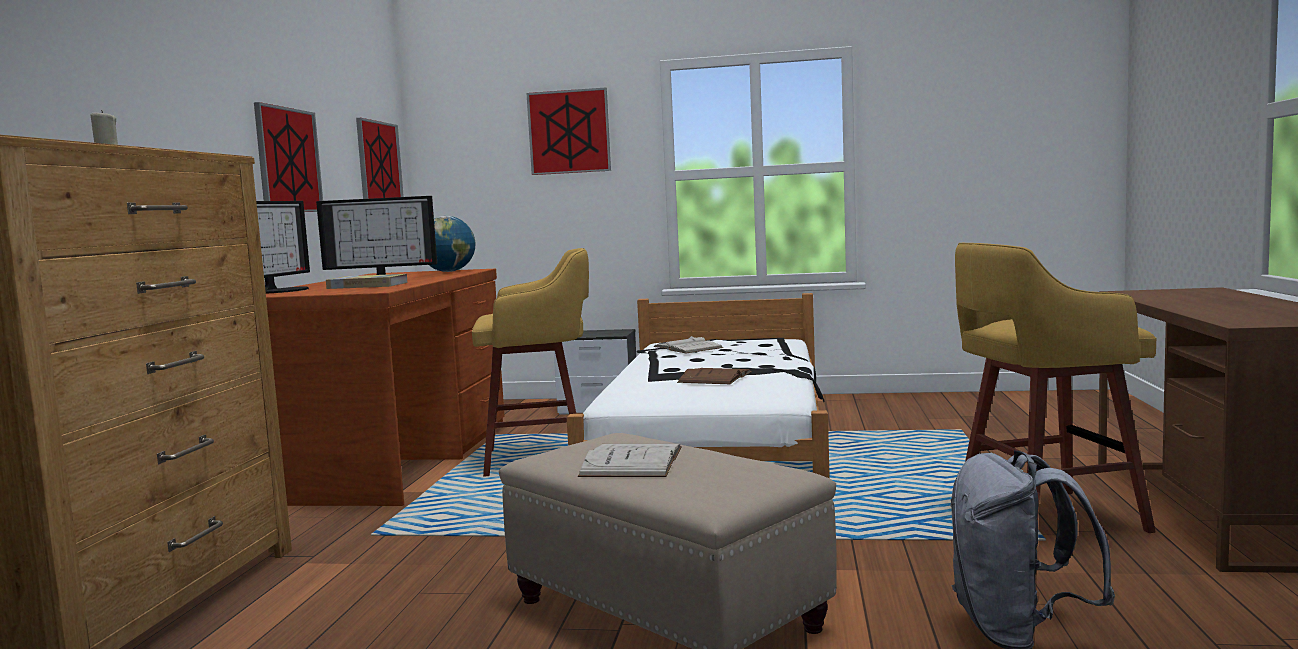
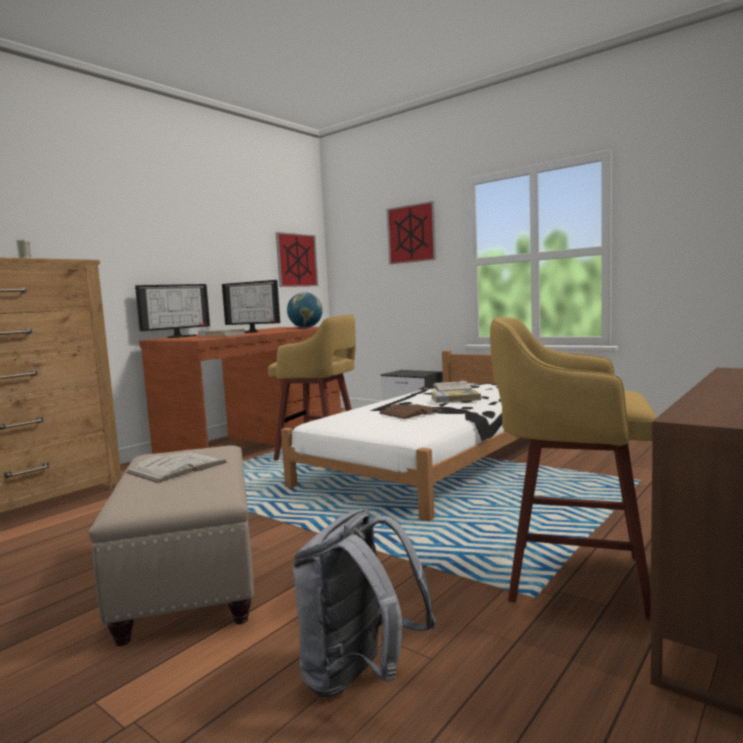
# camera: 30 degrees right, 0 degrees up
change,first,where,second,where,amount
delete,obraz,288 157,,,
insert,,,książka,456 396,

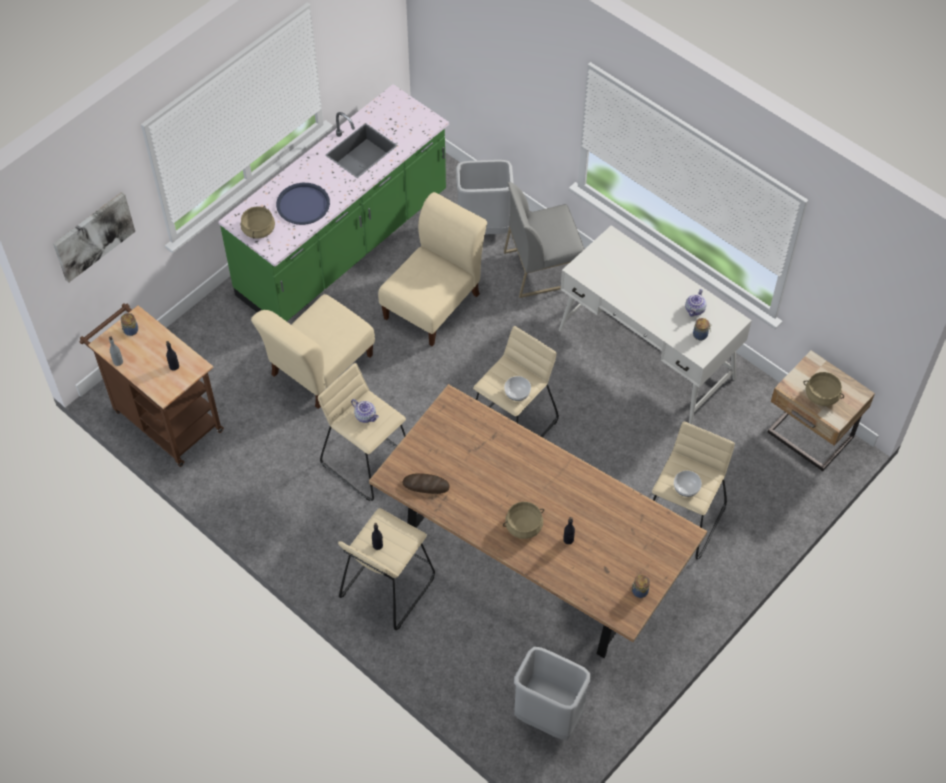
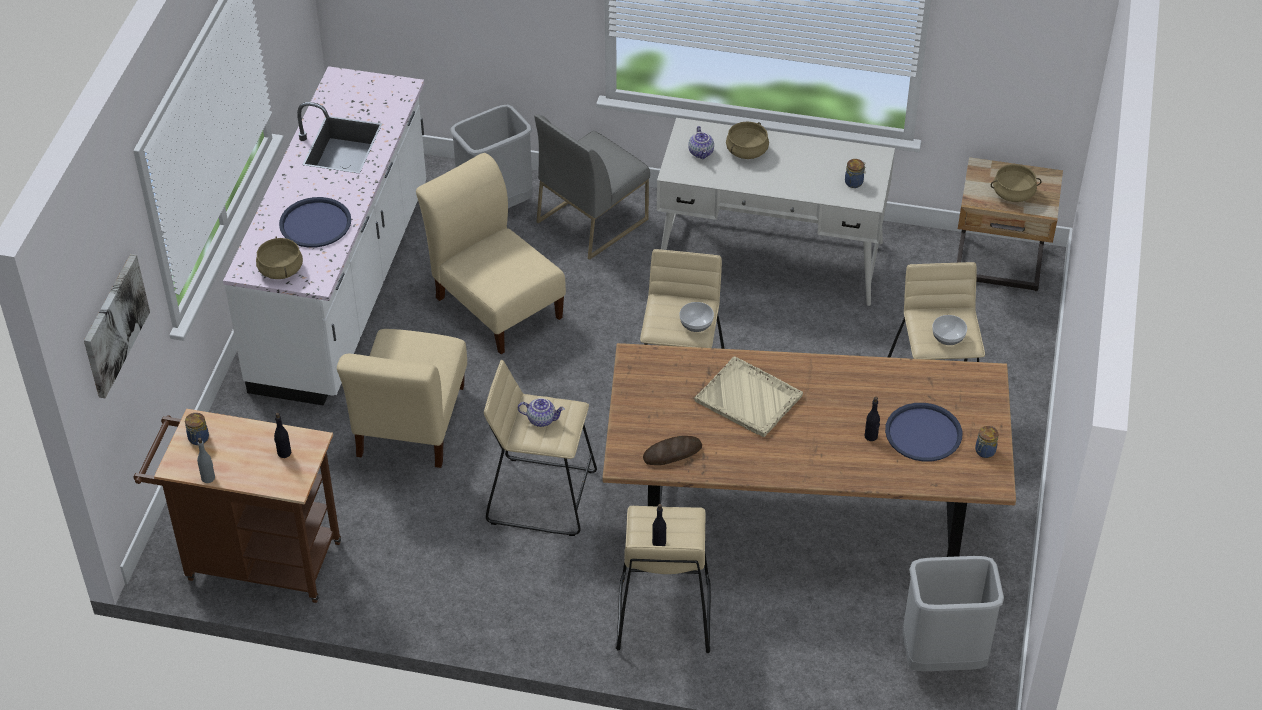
# camera: 30 degrees left, 10 degrees down
change,first,where,second,where,amount
insert,,,taca (beżowy),748 396,
insert,,,taca (niebieski),923 432,
move,garnek (beżowy),523 520,,747 140,
move,imbryk,695 303,,701 142,
recolor,zabudowa kuchenna (zielony),333 202,zabudowa kuchenna (biały),324 236,
rotate,krzesło (beżowy),432 269,,491 253,45 degrees counterclockwise

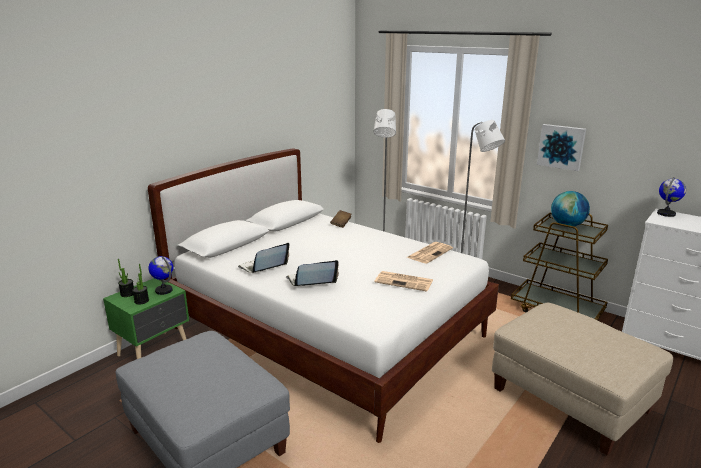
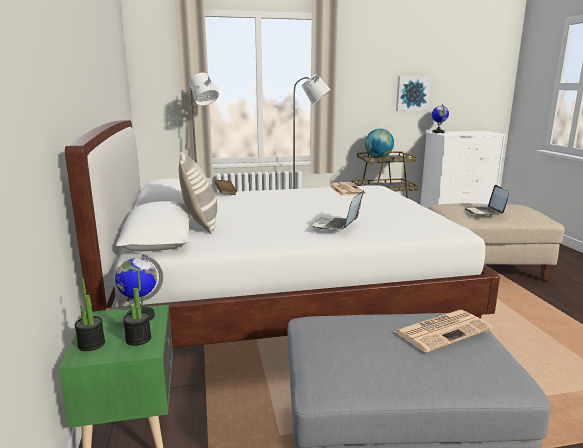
# camera: 50 degrees left, 5 degrees down
change,first,where,second,where,amount
insert,,,poduszka,197 193,
move,laptop,263 258,,486 200,
move,gazeta,404 281,,442 331,
move,obraz,561 147,,413 93,

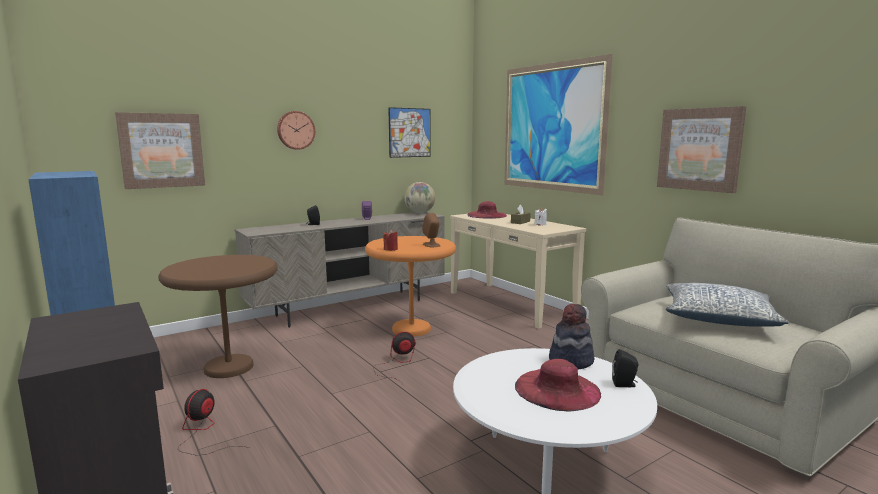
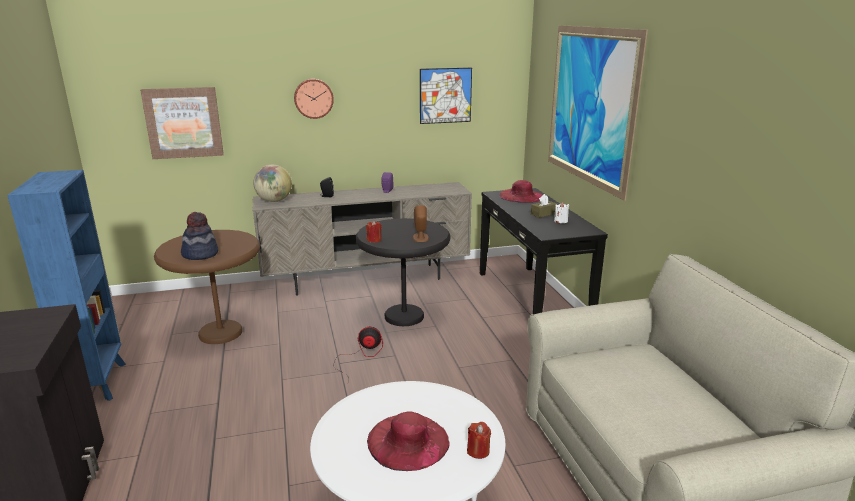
# camera: 20 degrees right, 10 degrees up
change,first,where,second,where,amount
delete,wentylator,213 422,,,
delete,obraz,701 149,,,
delete,poduszka,727 305,,,
move,globus,419 197,,272 183,
move,kapelusz,571 336,,199 236,
replace,głośnik (czarny),625 368,świeca (czerwony),479 440,
recolor,stolik (pomarańczowy),410 286,stolik (czarny),403 272,
recolor,stolik konsolowy (beżowy),518 271,stolik konsolowy (czarny),544 251,

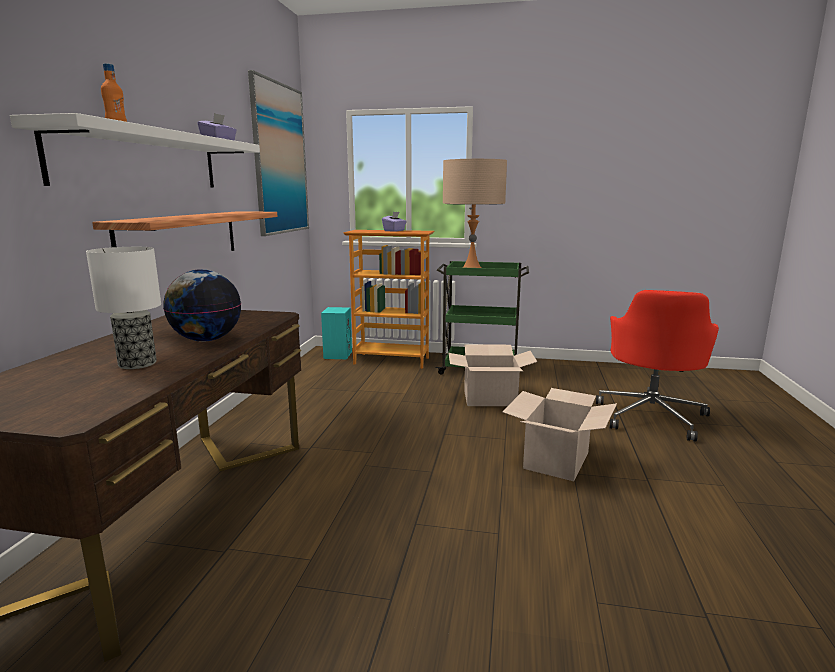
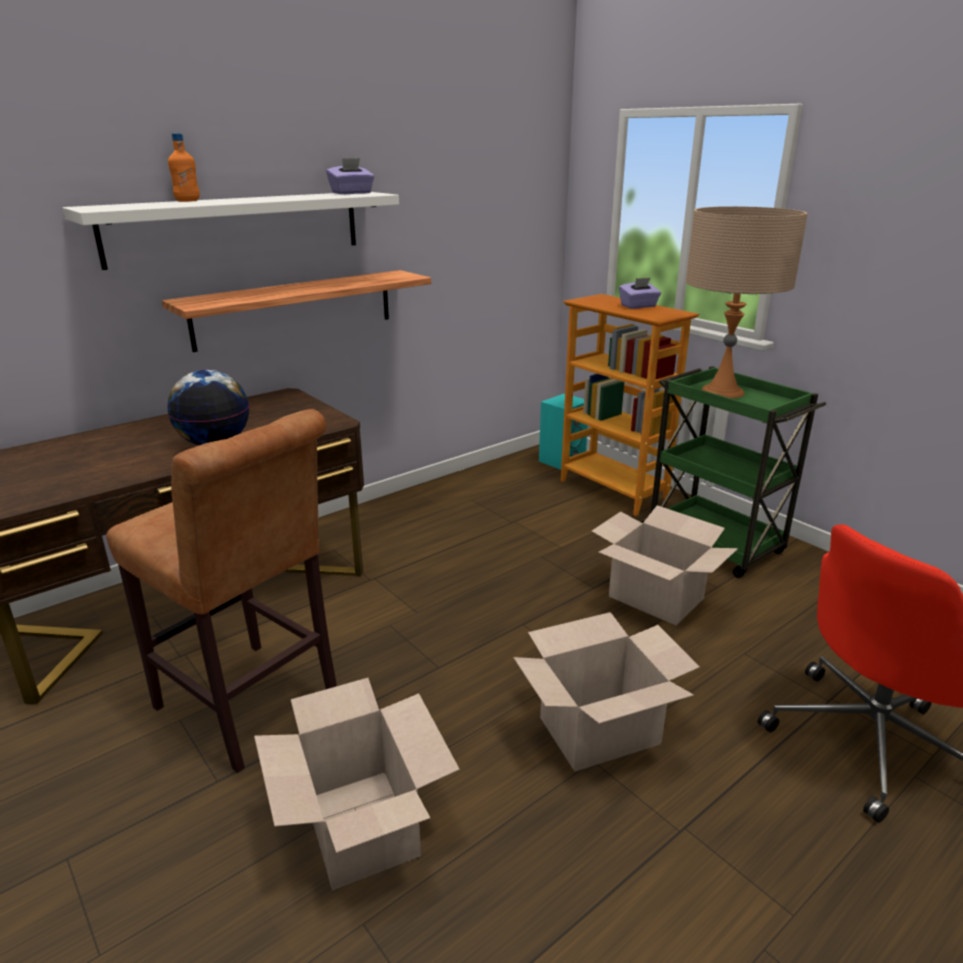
# camera: 40 degrees right, 10 degrees up
change,first,where,second,where,amount
delete,lampa stołowa,123 308,,,
delete,obraz,278 153,,,
insert,,,stołek (brązowy),221 591,
insert,,,karton,357 784,

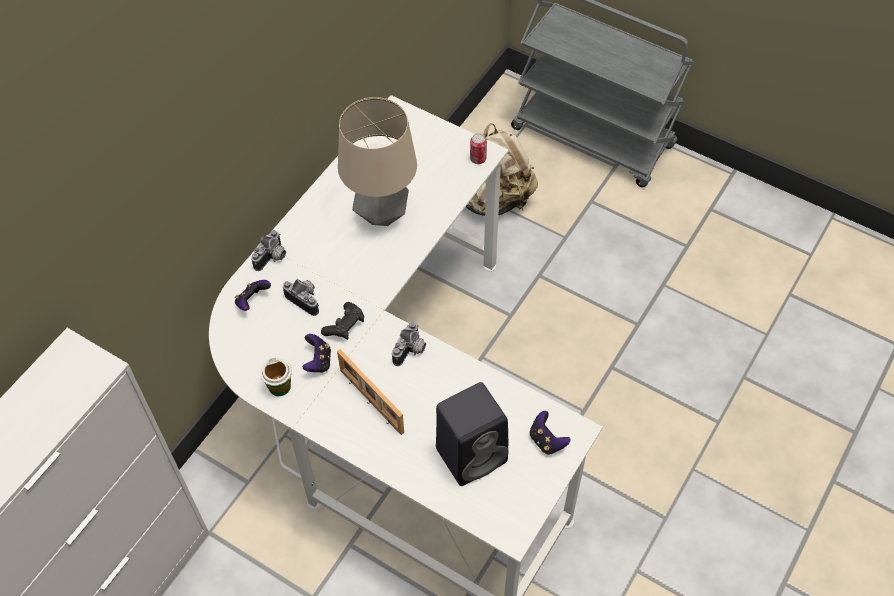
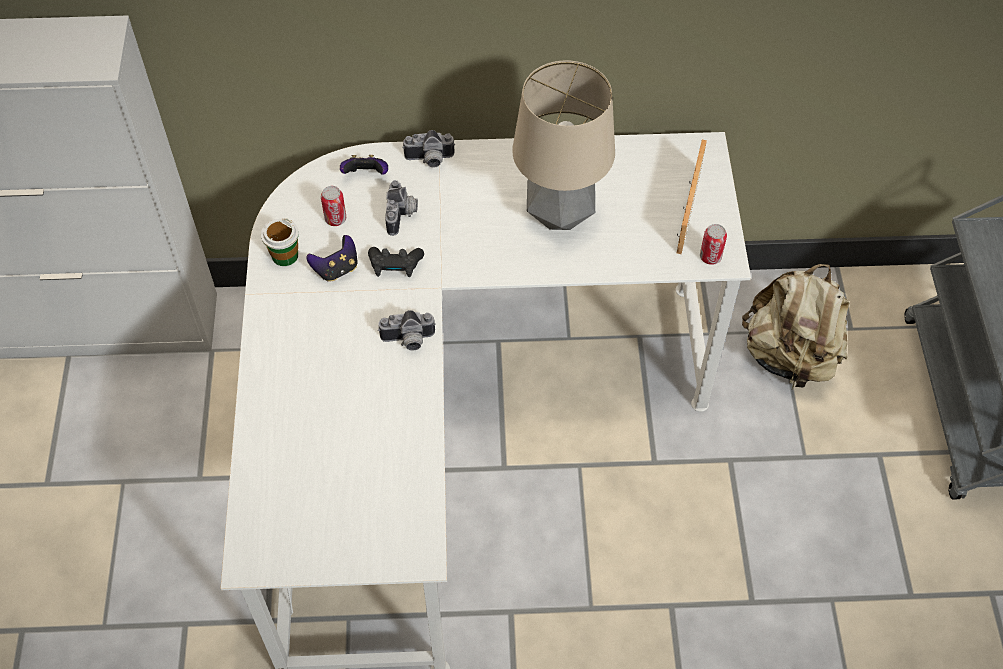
# camera: 55 degrees right, 0 degrees up
change,first,where,second,where,amount
delete,głośnik (czarny),472 434,,,
delete,pad do gier,550 433,,,
insert,,,puszka,333 206,
move,ramka na zdjęcie,370 392,,692 197,

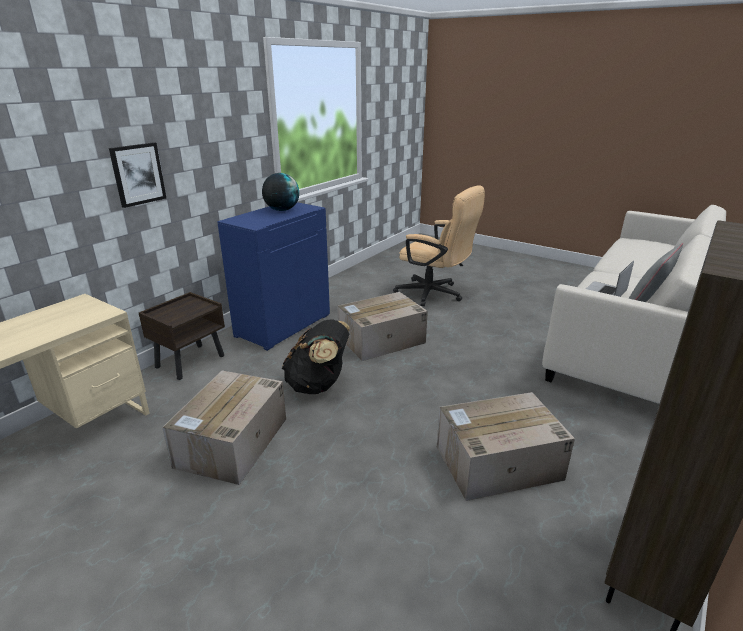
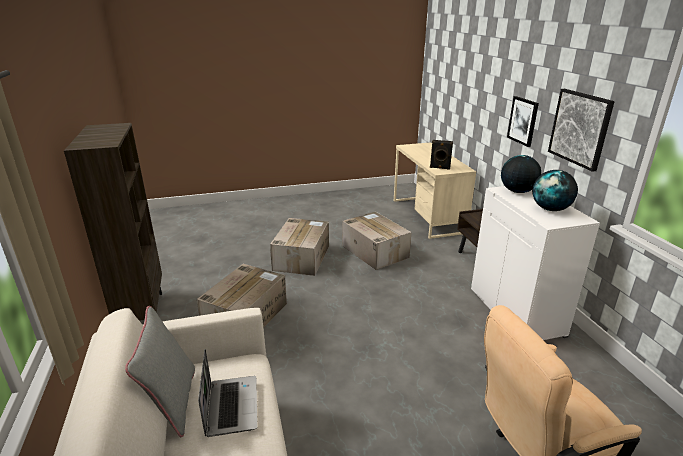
# camera: 130 degrees right, 0 degrees up
change,first,where,second,where,amount
delete,plecak (czarny),316 356,,,
insert,,,głośnik (czarny),441 155,
insert,,,globus,521 174,
insert,,,obraz,581 130,
move,karton,382 326,,299 247,
recolor,szafka (niebieski),273 276,szafka (biały),535 263,

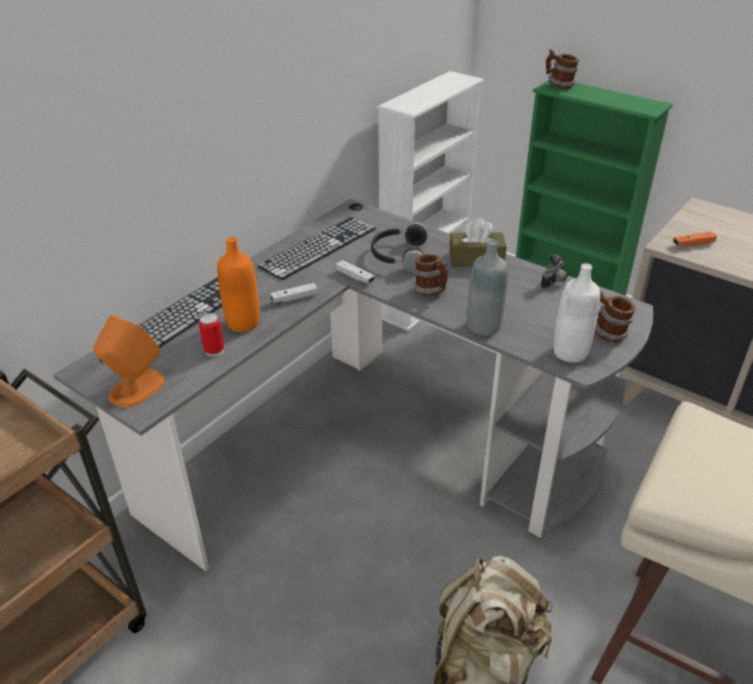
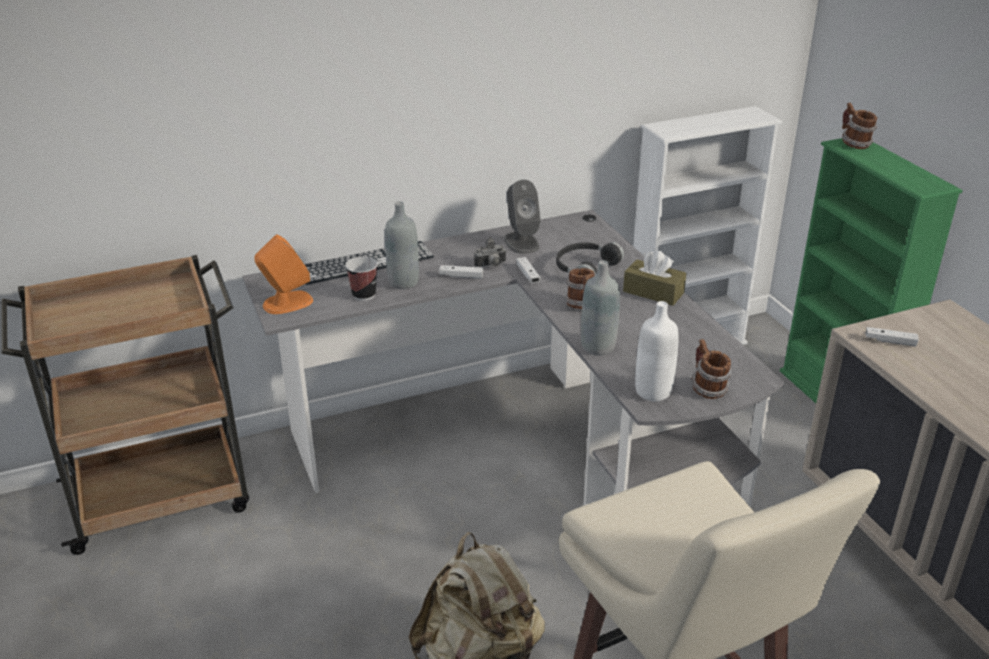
# camera: 30 degrees right, 5 degrees down
change,first,where,second,where,amount
move,aparat fotograficzny,554 271,,490 252,
replace,puszka,211 335,filiżanka,361 278,
replace,klawiatura,316 248,głośnik (szary),522 216,
recolor,butelka (pomarańczowy),238 284,butelka (szary),402 245,
recolor,pad do gier (pomarańczowy),695 239,pad do gier (biały),892 336,

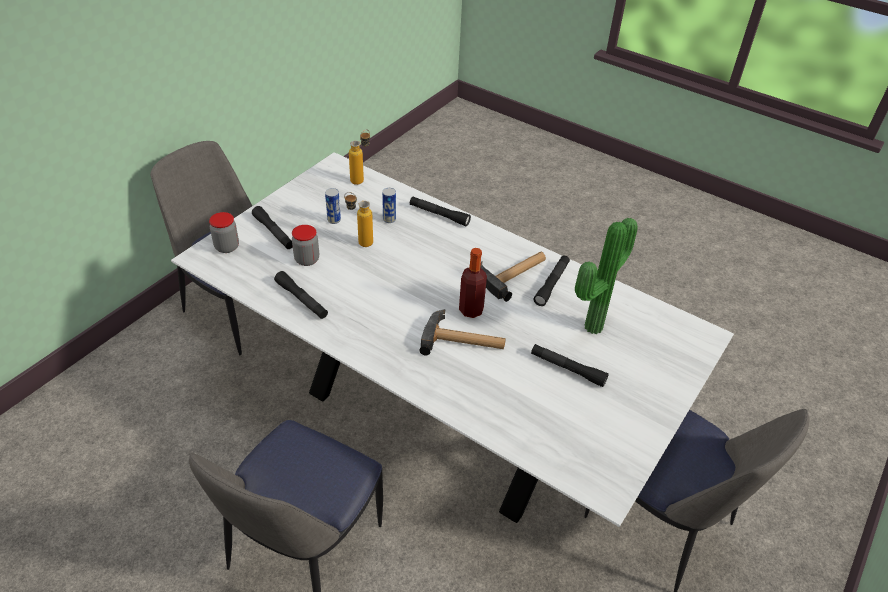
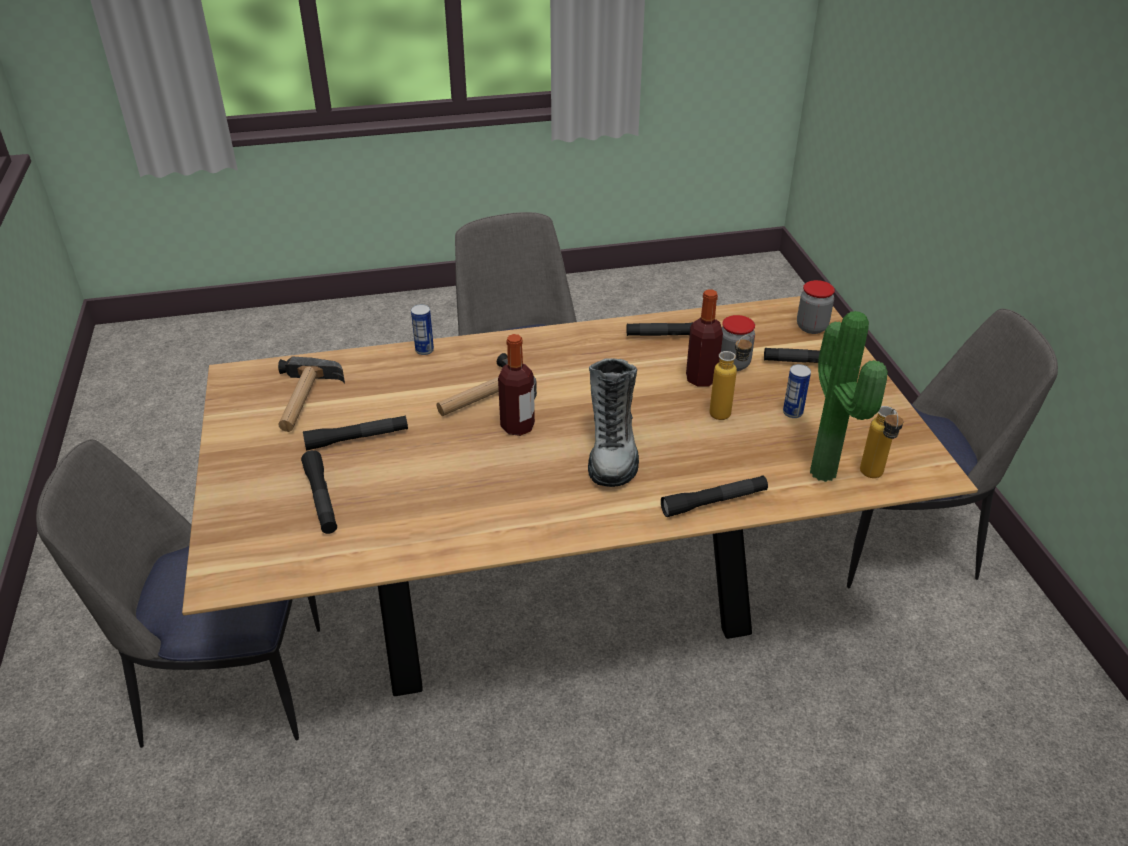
# camera: 135 degrees right, 5 degrees down
change,first,where,second,where,amount
insert,,,but z cholewką,613 422,
insert,,,butelka,704 338,
move,puszka,389 205,,422 329,
move,młotek,513 277,,311 394,
move,latarka (czarny),551 281,,319 492,
move,roślina doniczkowa,606 276,,849 396,
recolor,stół jadalny (biały),452 339,stół jadalny (brązowy),580 496,

